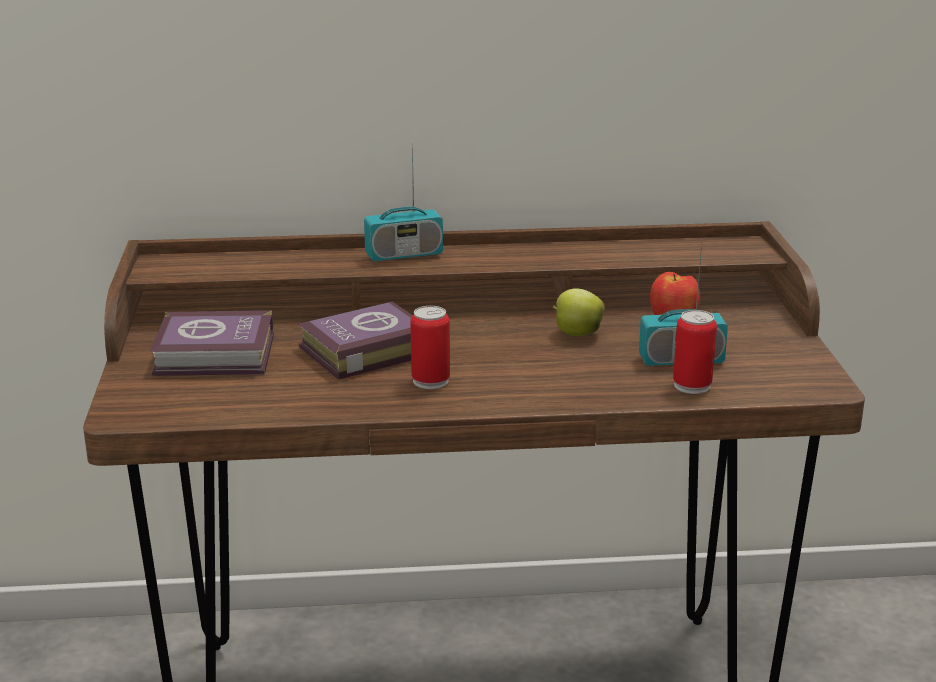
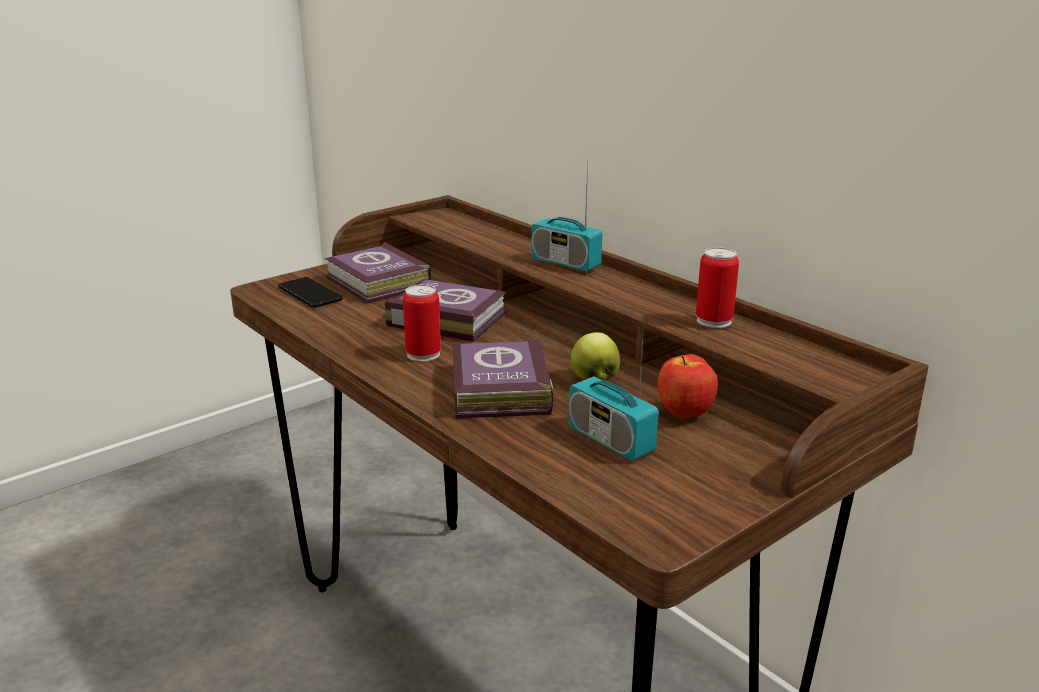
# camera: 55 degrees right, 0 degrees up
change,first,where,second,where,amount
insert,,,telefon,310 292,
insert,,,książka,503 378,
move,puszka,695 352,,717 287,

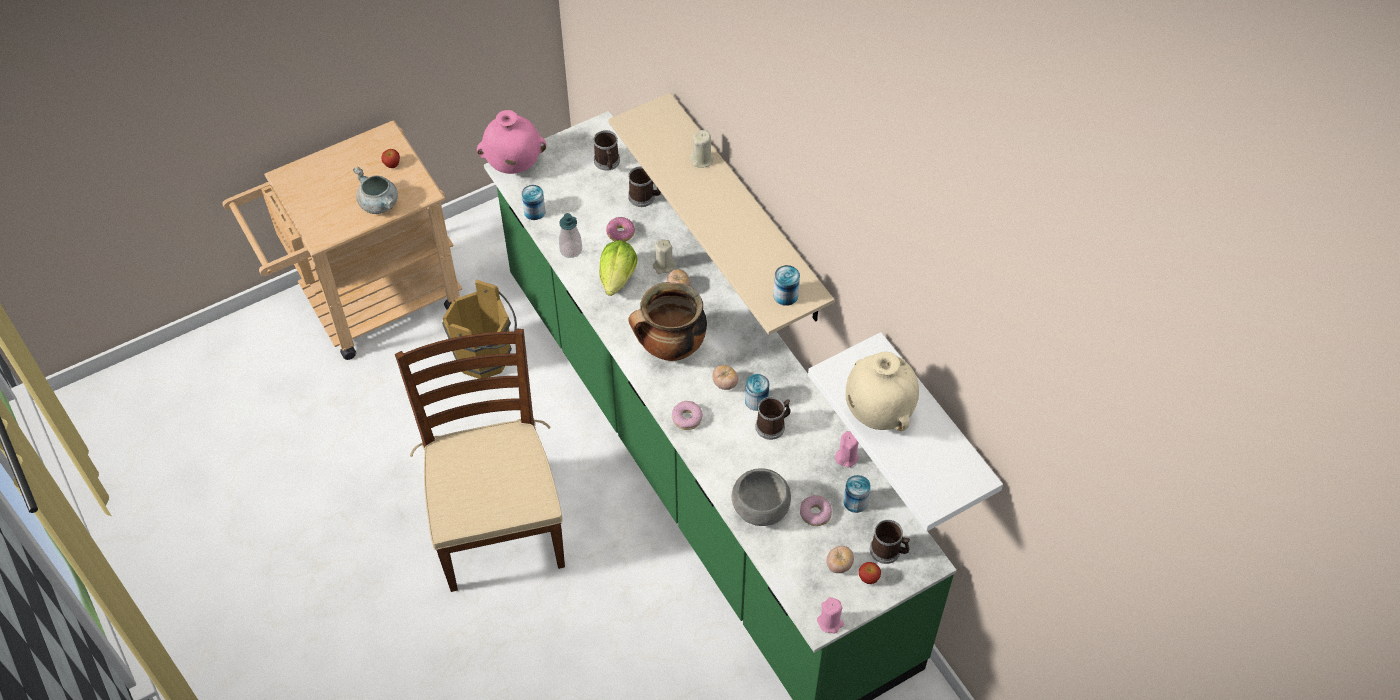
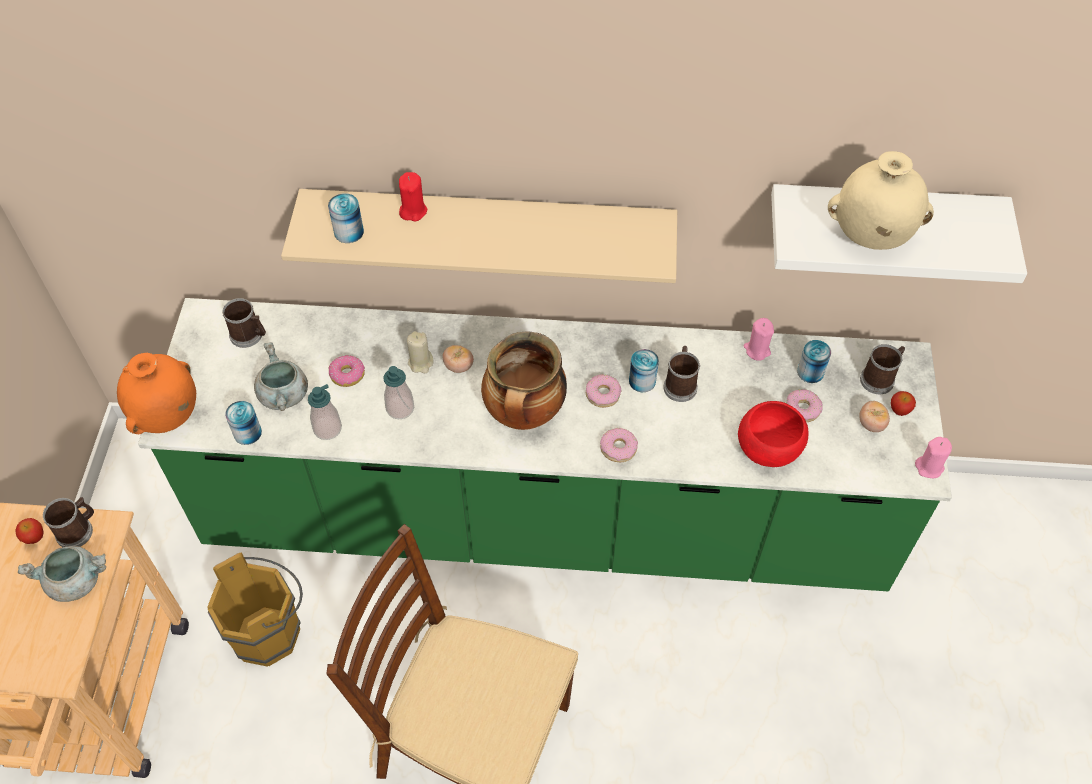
# camera: 55 degrees left, 0 degrees up
change,first,where,second,where,amount
insert,,,garnek (szary),281 376,
move,kubek,644 186,,68 522,
move,puszka,786 285,,346 218,
replace,sałata,618 268,dozownik mydła,398 392,
replace,pomidor,725 377,donut,604 391,
recolor,wazon (różowy),511 142,wazon (pomarańczowy),156 393,
recolor,świeca (beżowy),702 149,świeca (czerwony),413 196,
recolor,miska (szary),761 497,miska (czerwony),773 434,

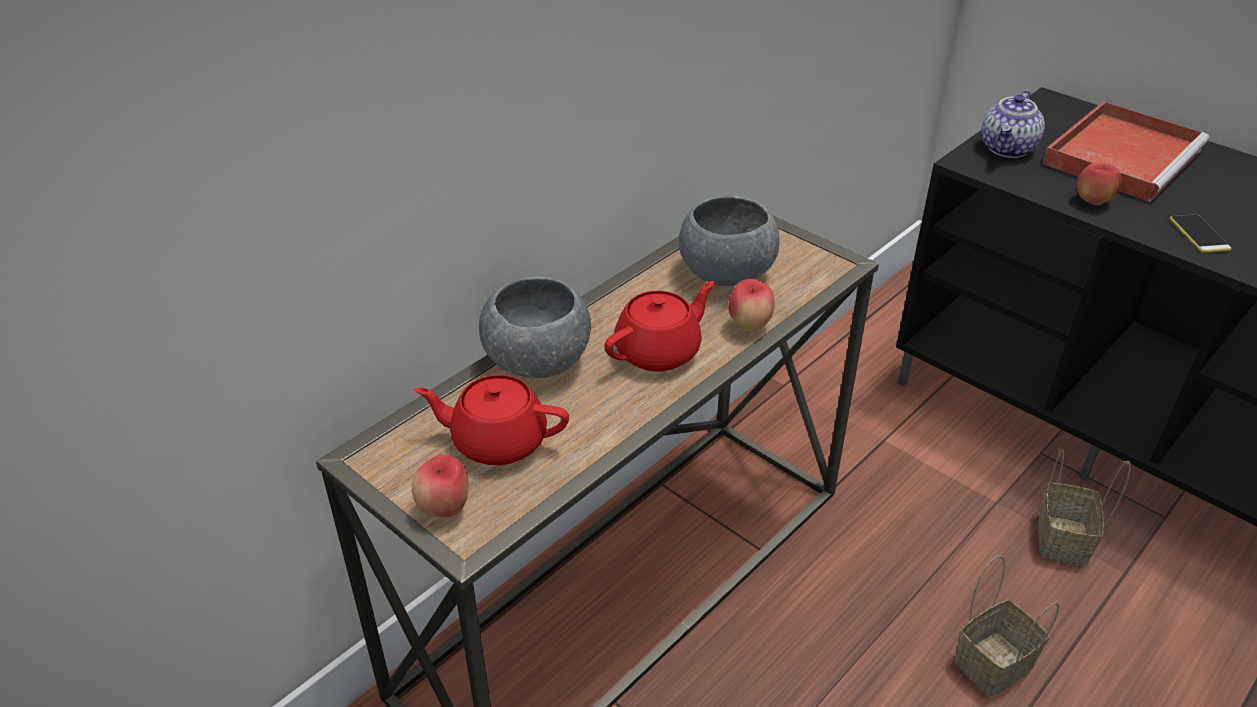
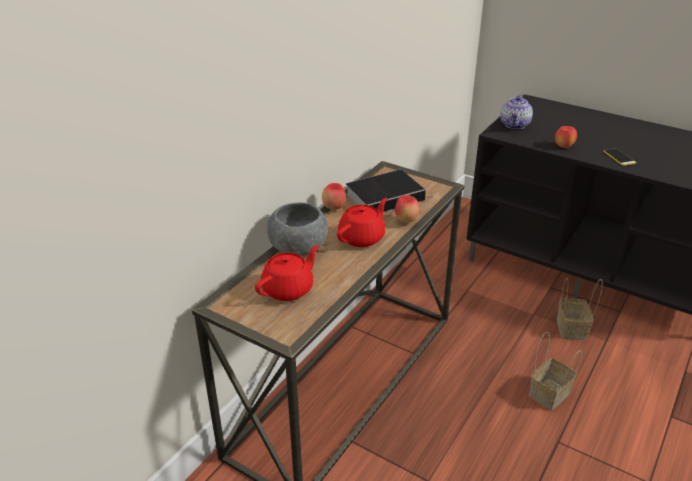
# camera: 10 degrees left, 5 degrees down
change,first,where,second,where,amount
delete,taca (czerwony),1126 151,,,
move,jabłko,440 486,,334 196,
replace,miska (szary),729 240,książka,390 191,
rotate,imbryk (czerwony),491 420,,287 273,135 degrees clockwise

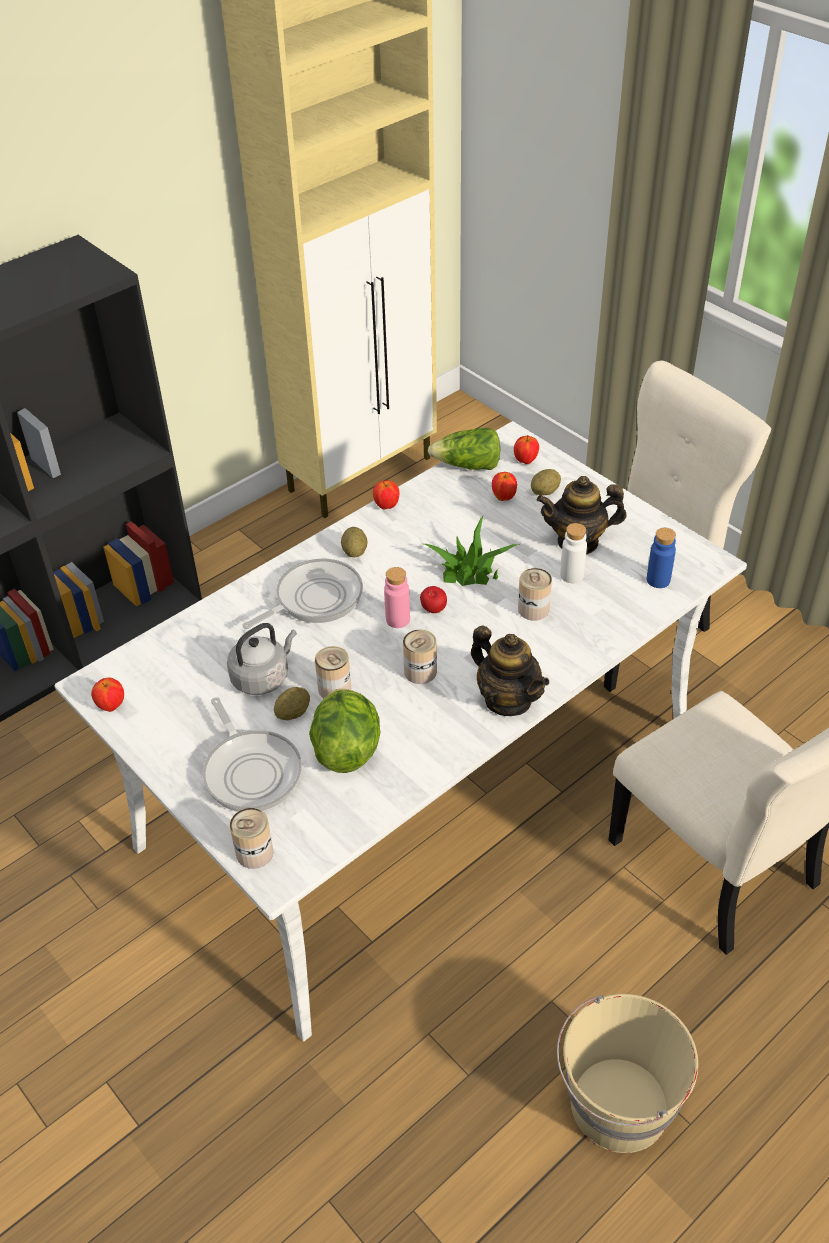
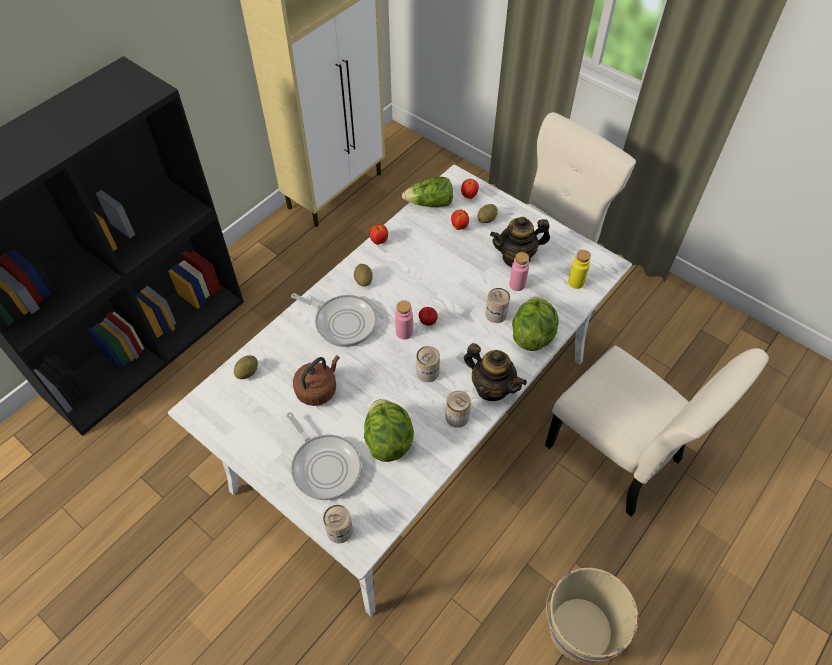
# camera: 10 degrees left, 10 degrees up
change,first,where,second,where,amount
delete,jabłko,107 695,,,
delete,roślina doniczkowa,472 551,,,
insert,,,sałata,535 324,
move,ziemniak,292 703,,246 367,
move,puszka,333 672,,458 409,
recolor,czajnik (szary),262 659,czajnik (brązowy),316 380,
recolor,butelka (biały),573 553,butelka (różowy),519 271,
recolor,butelka (niebieski),661 558,butelka (żółty),579 269,
rotate,patelnia,302 593,,334 320,75 degrees clockwise

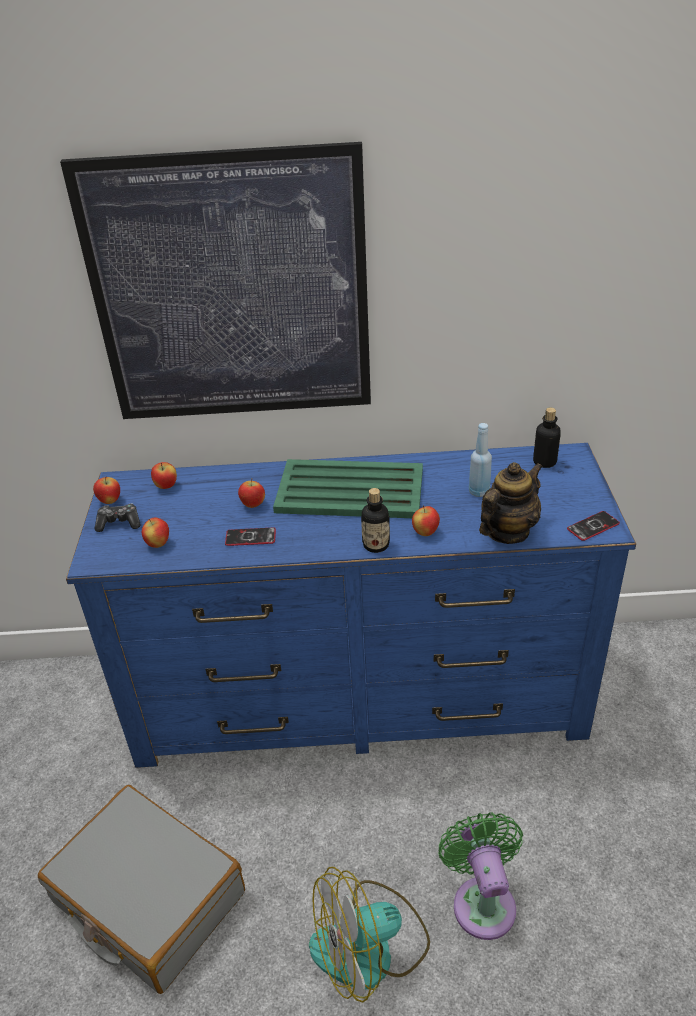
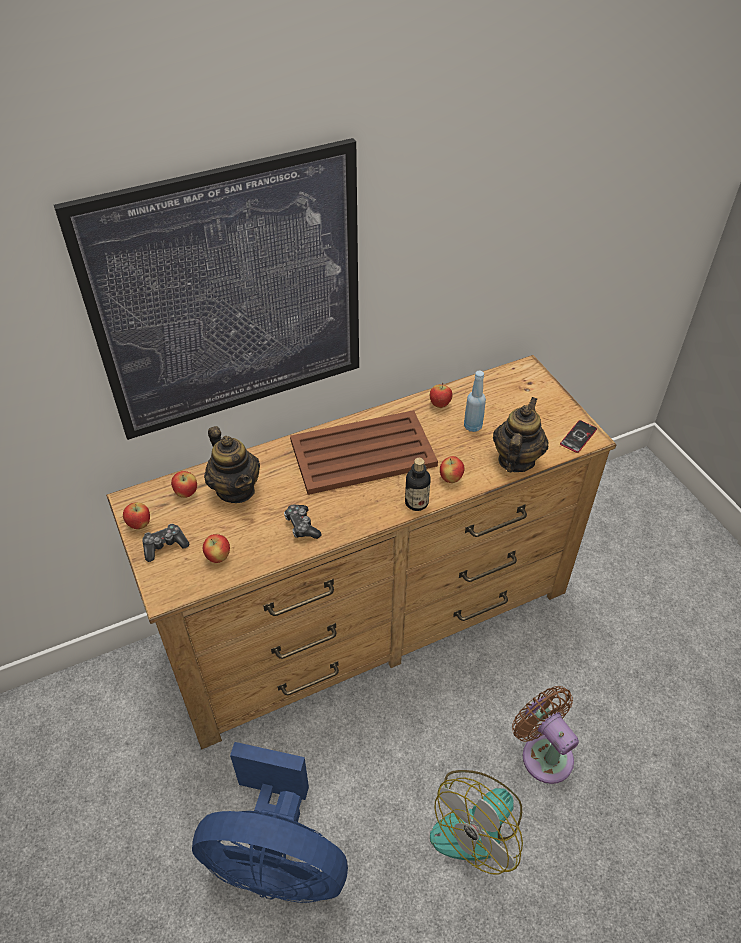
# camera: 25 degrees left, 10 degrees up
change,first,where,second,where,amount
delete,butelka,547 438,,,
insert,,,imbryk,232 464,
move,jabłko,251 493,,441 395,
replace,walizka (szary),141 889,wentylator (niebieski),270 822,
replace,telefon,250 537,pad do gier,302 521,
recolor,komoda (niebieski),351 605,komoda (brązowy),361 552,
recolor,taca (zielony),348 488,taca (brązowy),364 452,
recolor,wentylator (zielony),480 876,wentylator (brązowy),545 735,

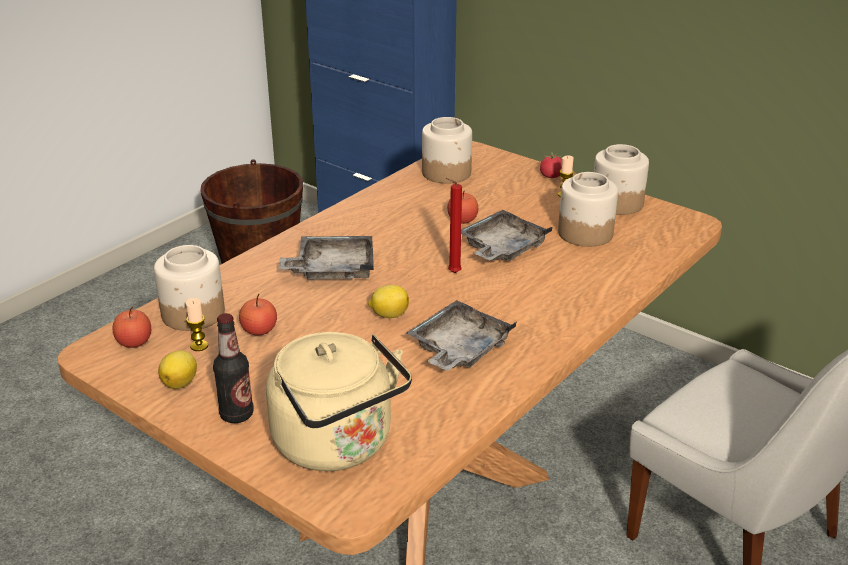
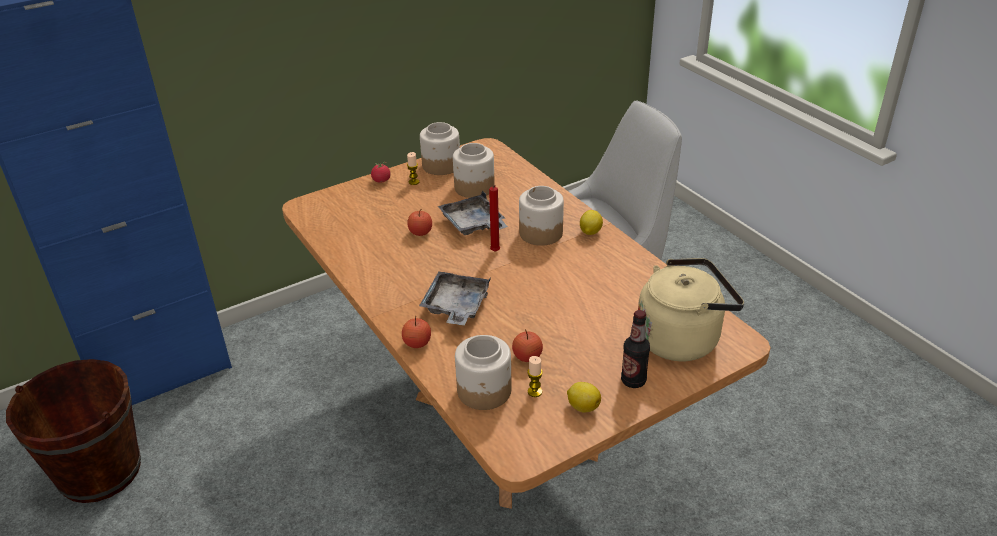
# camera: 70 degrees left, 5 degrees up
change,first,where,second,where,amount
delete,taca (szary),461 335,,,
move,jabłko,132 327,,416 332,
move,cytryna,388 301,,591 222,
move,słoik,447 150,,541 216,

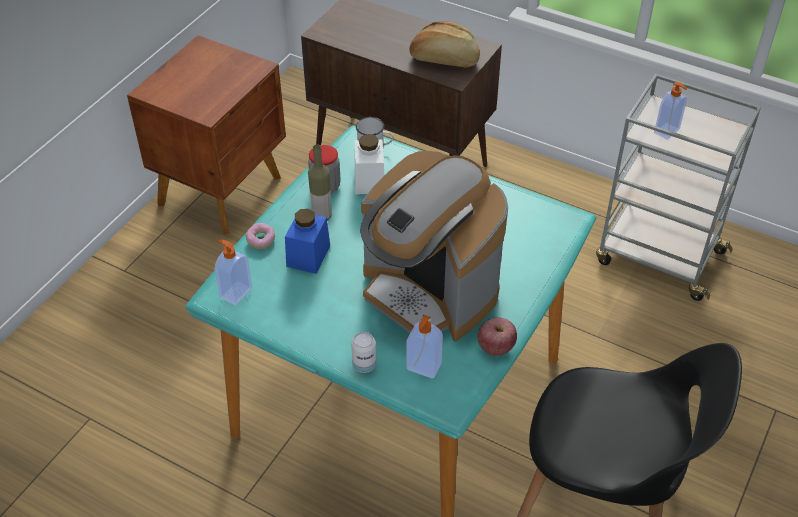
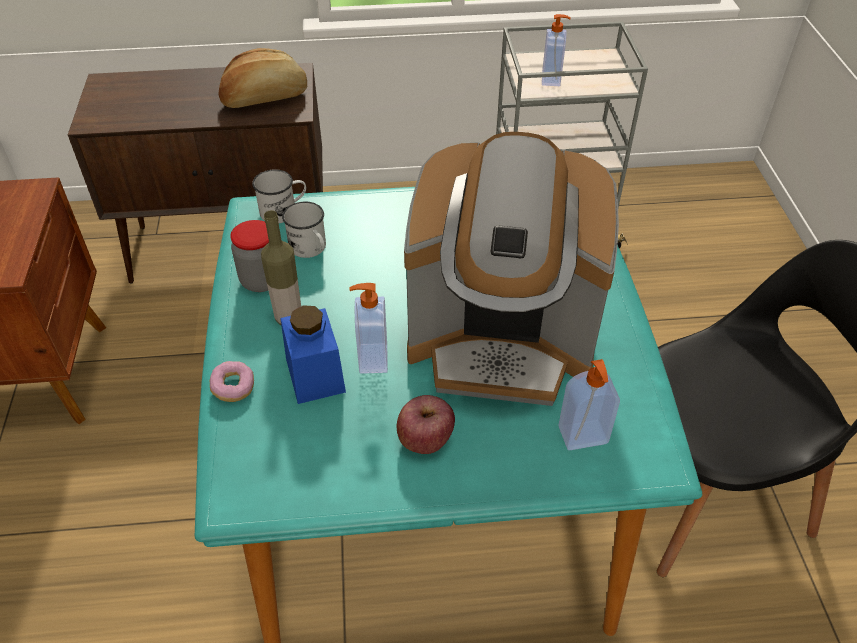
# camera: 35 degrees left, 0 degrees up
change,first,where,second,where,amount
delete,puszka,363 352,,,
move,dozownik mydła,233 272,,368 328,
move,jabłko,497 337,,426 424,
replace,słoik (biały),369 164,kubek (biały),304 230,

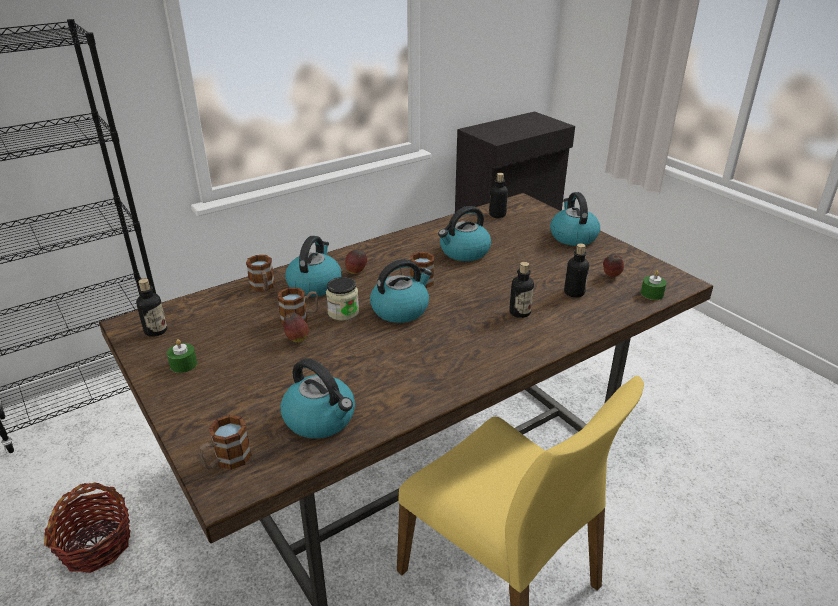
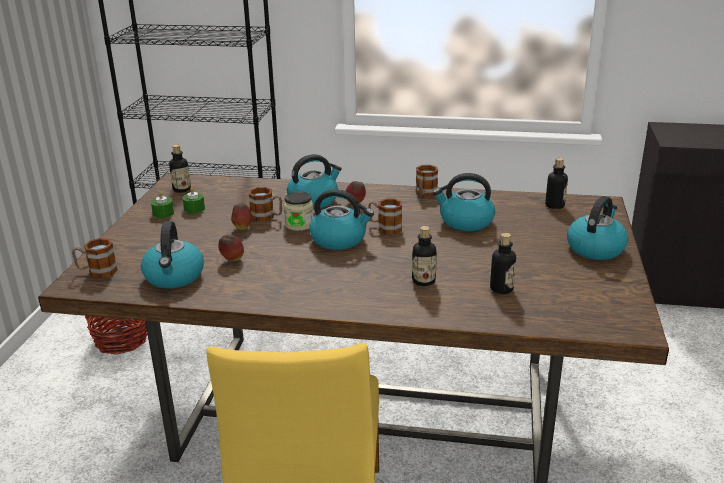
# camera: 45 degrees right, 5 degrees down
change,first,where,second,where,amount
move,kubek,260 273,,427 181,
move,jabłko,613 265,,231 248,
move,świeca (zielony),654 285,,194 200,

